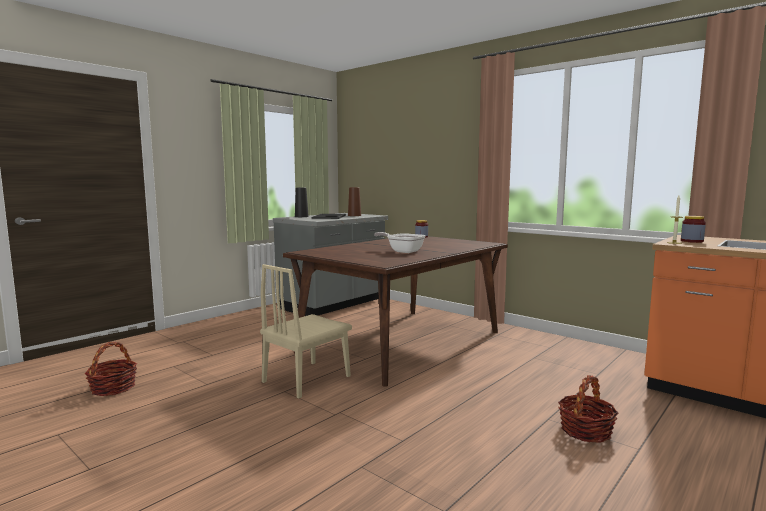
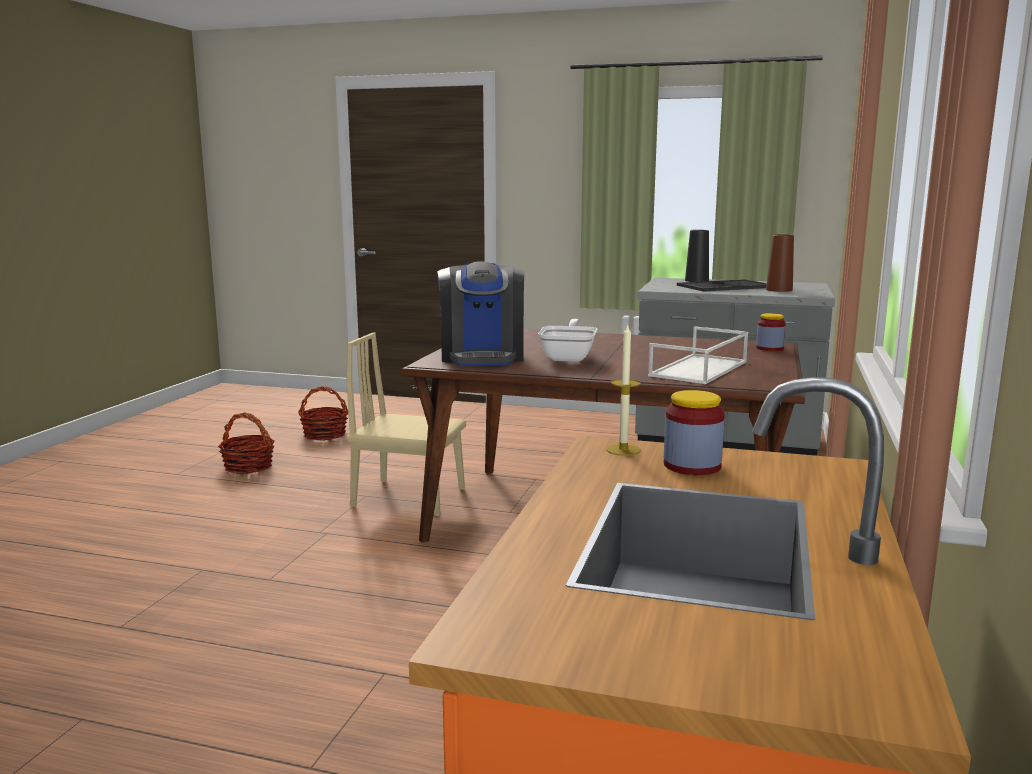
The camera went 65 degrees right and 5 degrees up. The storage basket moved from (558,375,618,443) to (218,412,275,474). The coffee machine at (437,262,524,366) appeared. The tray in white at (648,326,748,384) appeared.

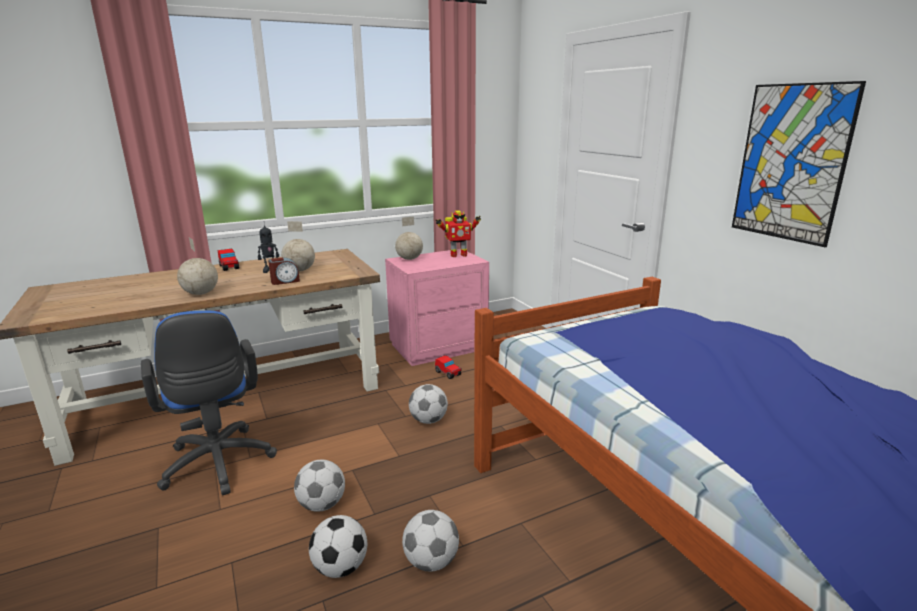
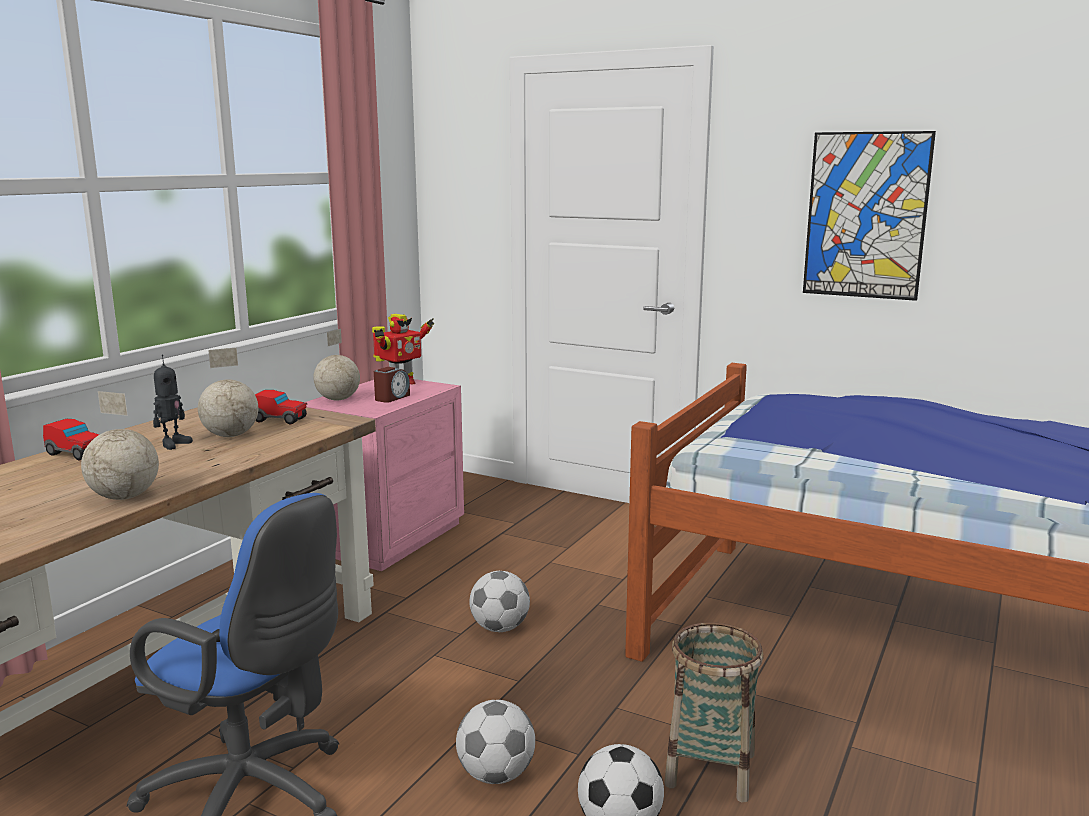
The camera went 35 degrees left and 5 degrees down. The miniature car moved from (435,355,462,379) to (255,390,307,425). The table clock moved from (268,258,300,285) to (374,367,410,403). The ball for football at (402,510,459,572) was replaced by the storage basket at (665,622,763,803).

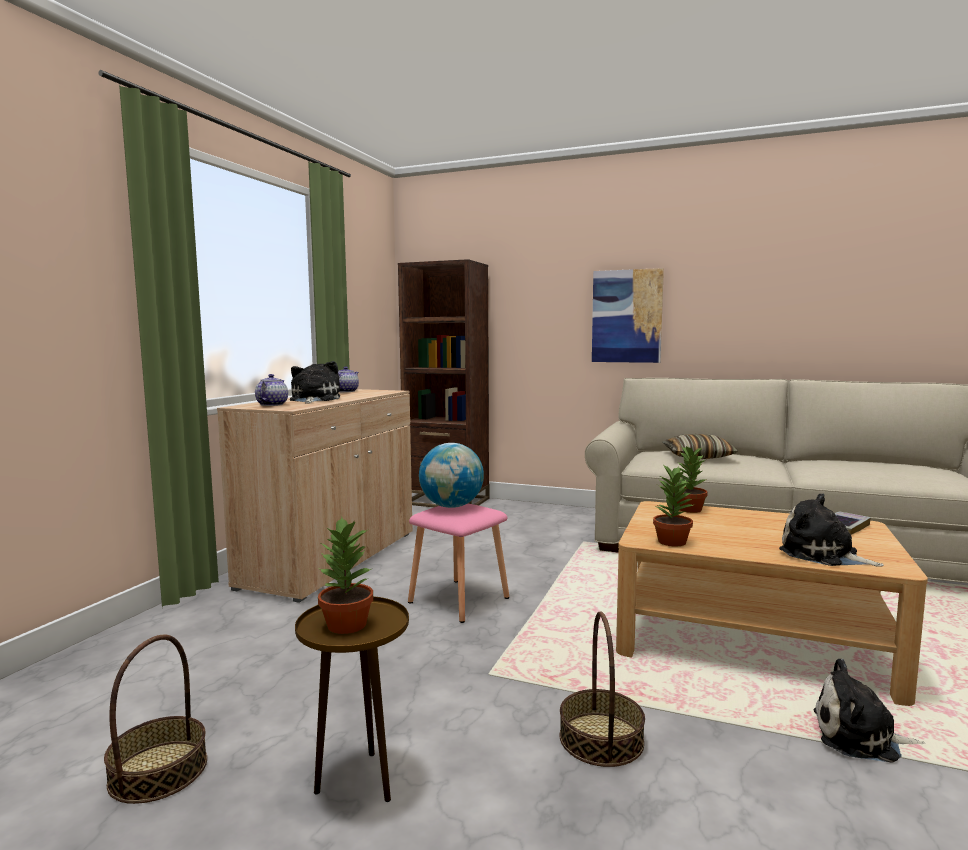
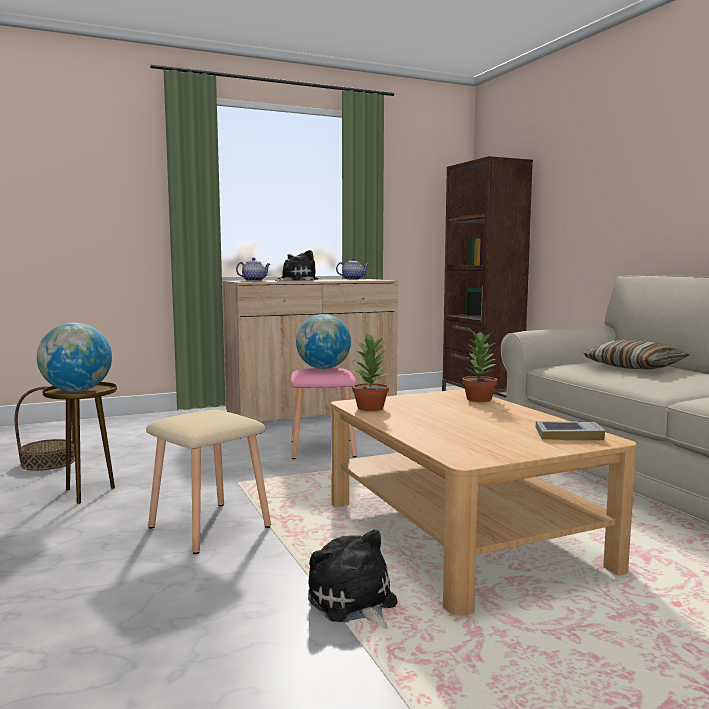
The camera went 45 degrees right and 0 degrees up. The plant in a pot at (318,517,373,634) was replaced by the globe at (37,323,112,392). The storage basket at (560,611,645,767) was replaced by the stool seat in sand-coloured at (146,410,271,554). The picture at (592,268,664,363) disappeared. The soft toy at (779,494,884,567) disappeared.

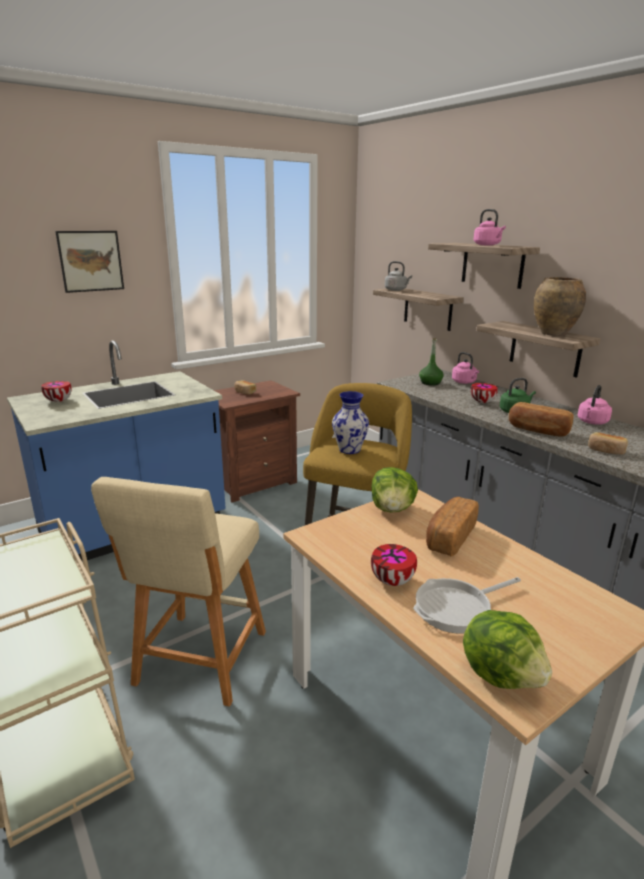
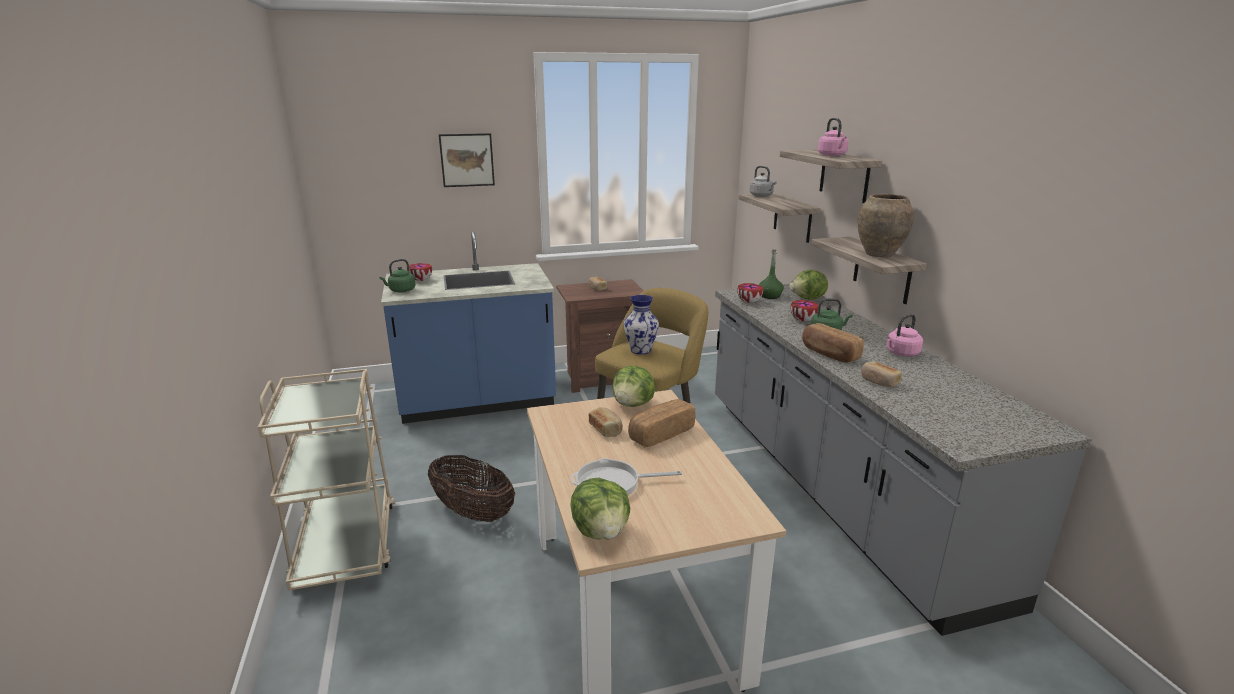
The camera went 20 degrees right and 0 degrees up. The kettle in green at (380,259,415,293) appeared. The stool seat in sand-coloured at (91,477,266,707) was replaced by the storage basket at (428,455,515,522). The bakery bread at (589,407,623,437) appeared. The deep dish moved from (371,544,417,586) to (737,283,763,303). The kettle in pink at (452,352,479,384) was replaced by the head of lettuce at (789,270,828,300).

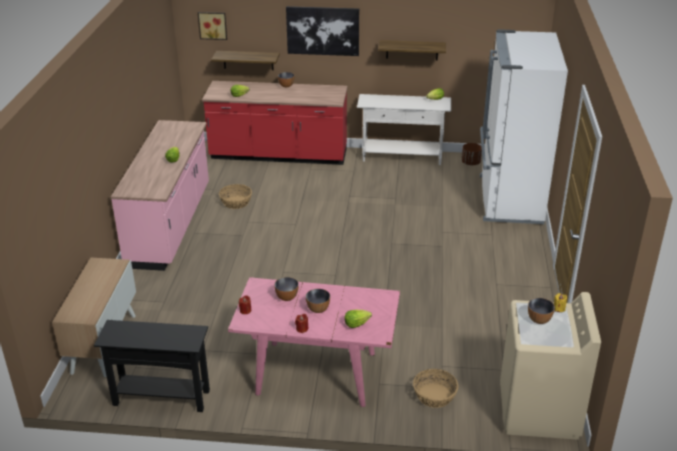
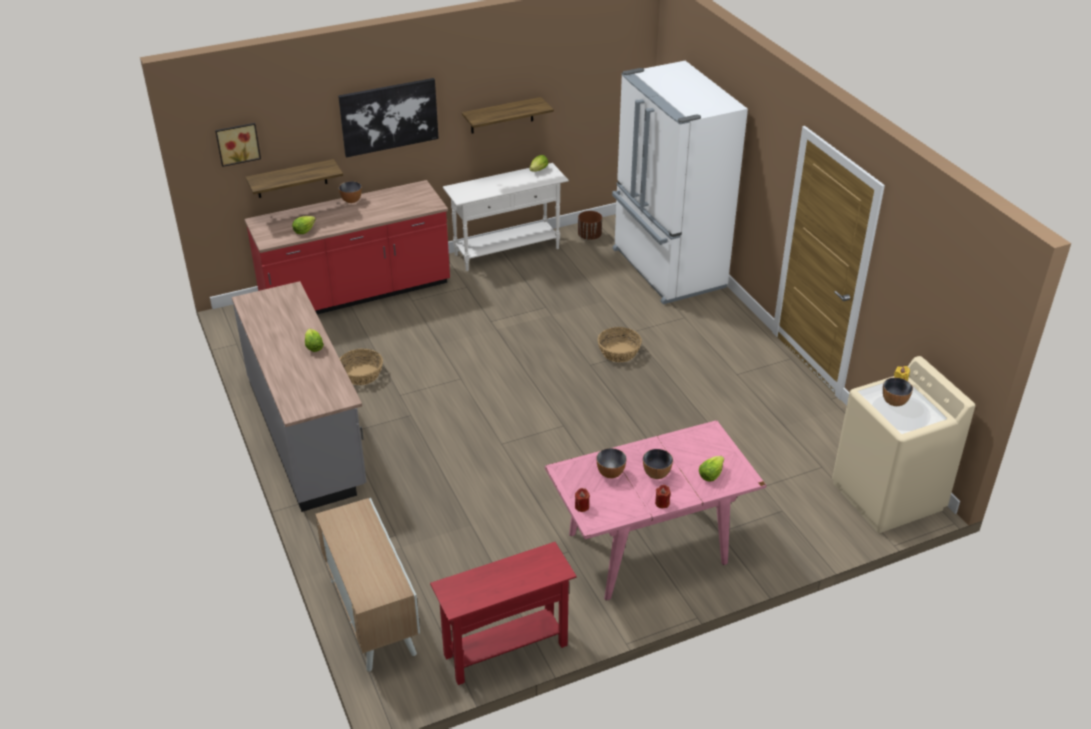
The camera went 30 degrees left and 5 degrees up. The counter in pink at (111,120,209,271) became the counter in greyish at (232,281,367,512). The console table in blackish at (94,320,210,412) became the console table in red-coloured at (430,542,577,685). The storage basket moved from (413,369,458,408) to (598,327,642,362).

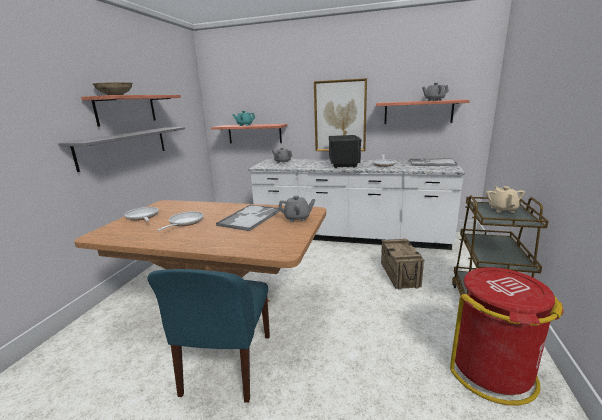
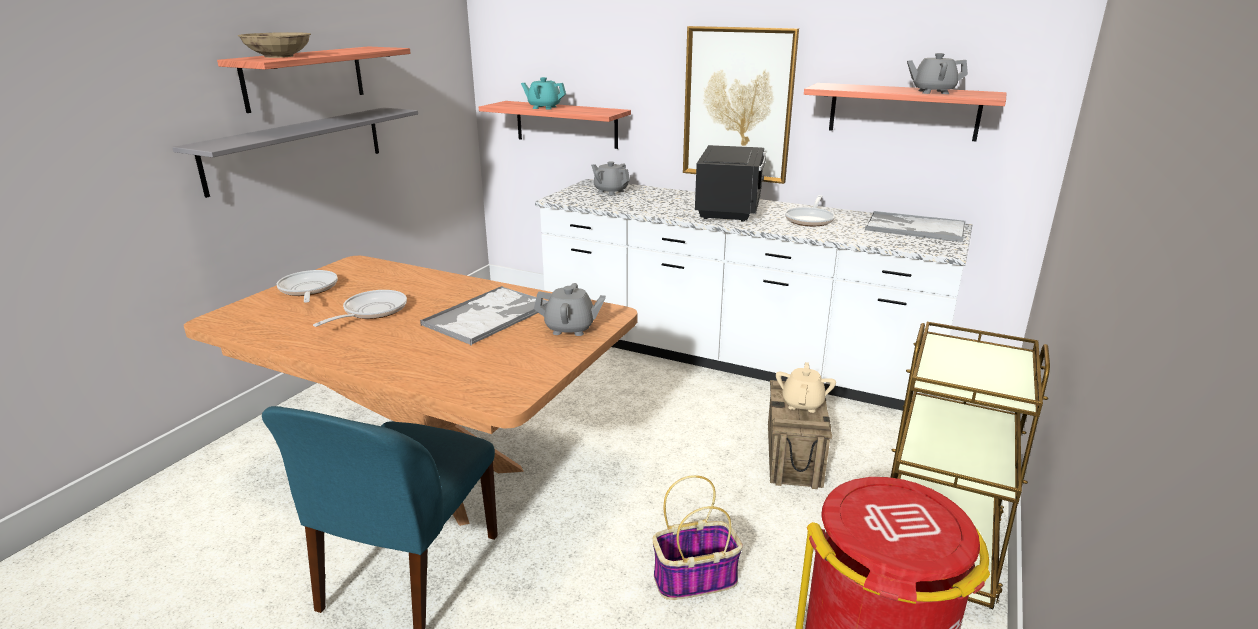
The camera went 10 degrees right and 5 degrees up. The storage basket at (652,475,743,600) appeared. The tea pot in sand-coloured moved from (486,186,525,213) to (776,362,836,413).

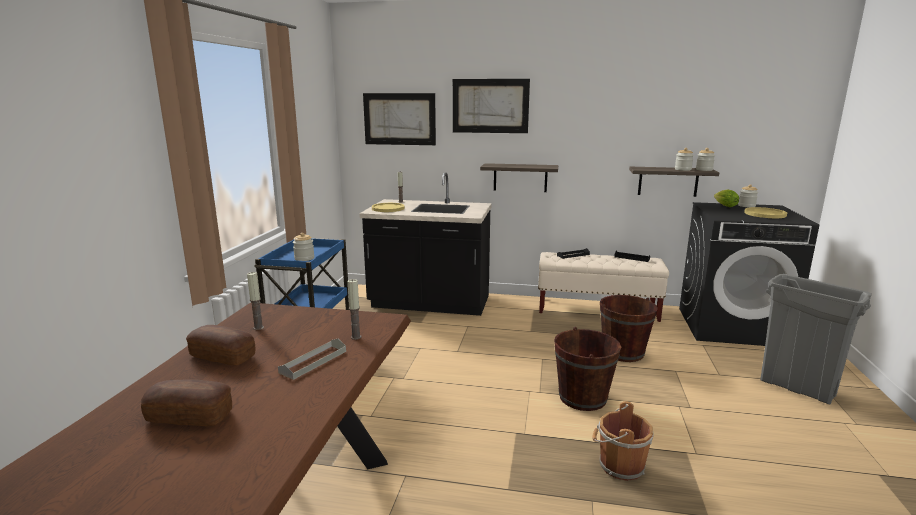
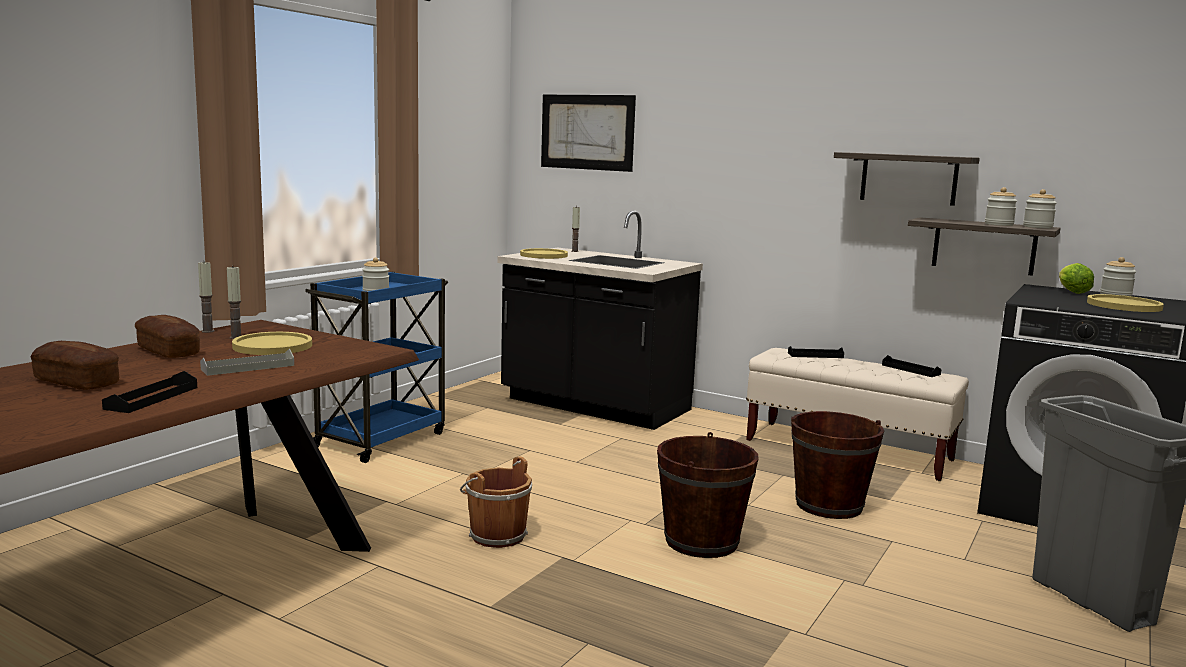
The camera went 20 degrees right and 5 degrees down. The tray in blackish at (102,371,197,413) appeared. The wax candle moved from (348,279,361,340) to (198,262,214,333). The flat dish in yellow-coloured at (232,332,312,355) appeared. The bucket in brownish moved from (592,401,654,481) to (460,456,532,548). The wall shelf moved from (480,163,558,192) to (834,152,980,206). The picture at (453,79,530,133) disappeared.

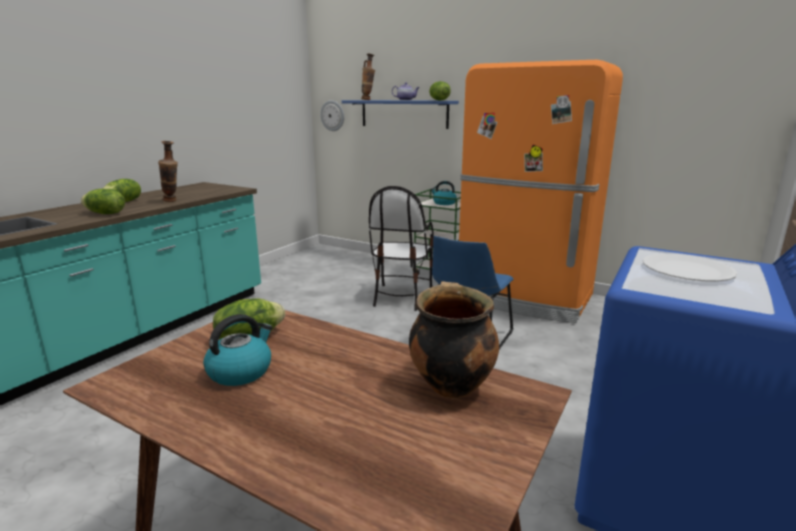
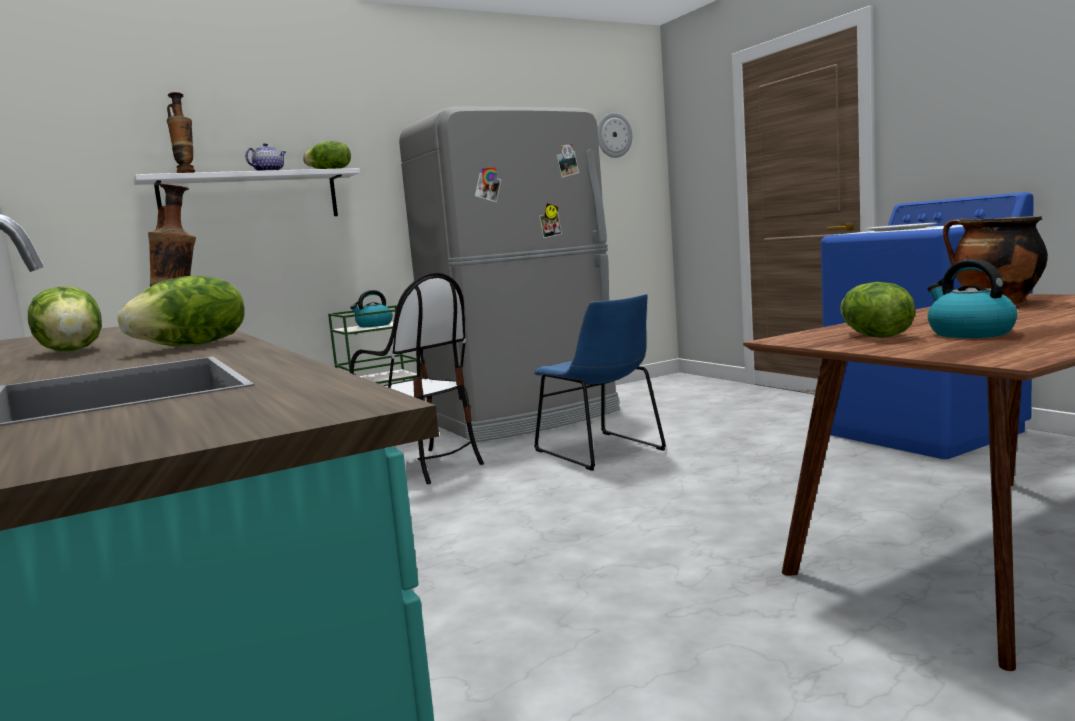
The camera went 60 degrees left and 10 degrees down. The wall shelf in blue-coloured at (342,100,459,129) became the wall shelf in white at (133,168,360,216). The refrigerator in orange-coloured at (459,60,623,323) became the refrigerator in greyish at (399,107,620,442). The hanging clock moved from (320,100,344,131) to (598,113,632,158).

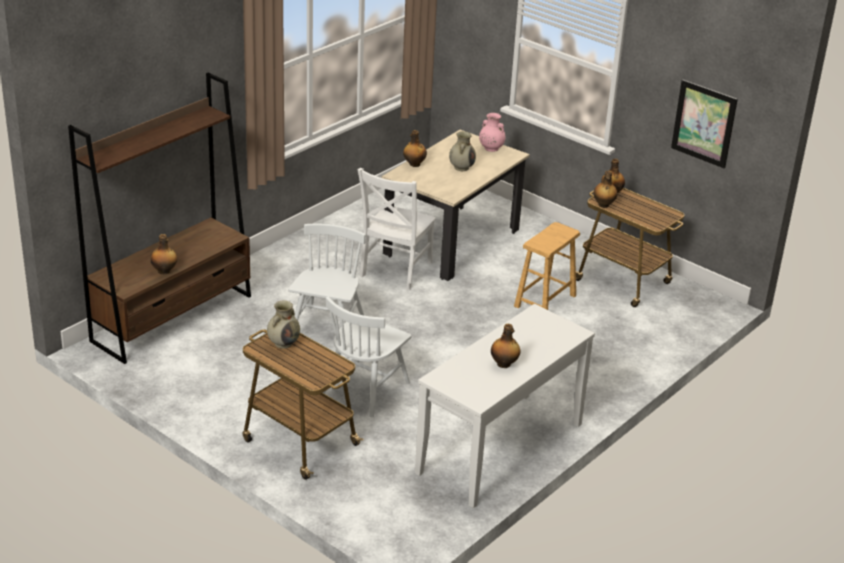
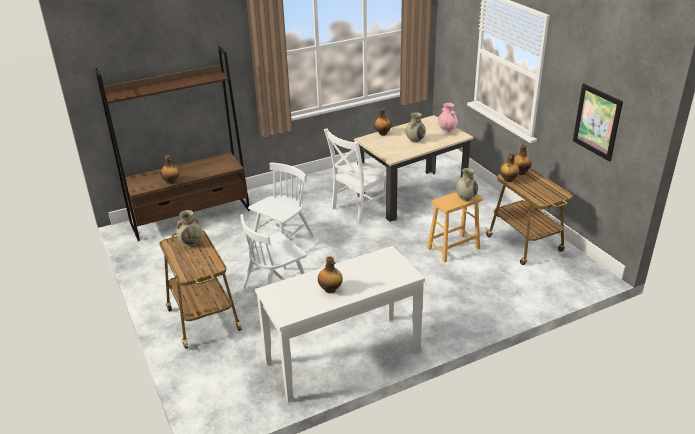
The camera went 25 degrees right and 0 degrees up. The decorative vase in sand-coloured at (456,168,478,201) appeared.

